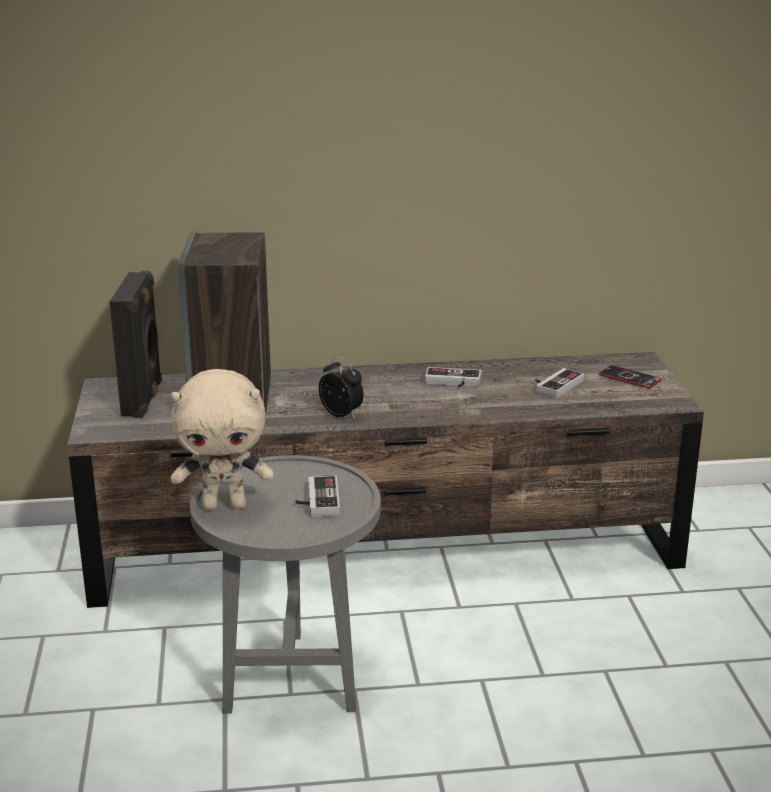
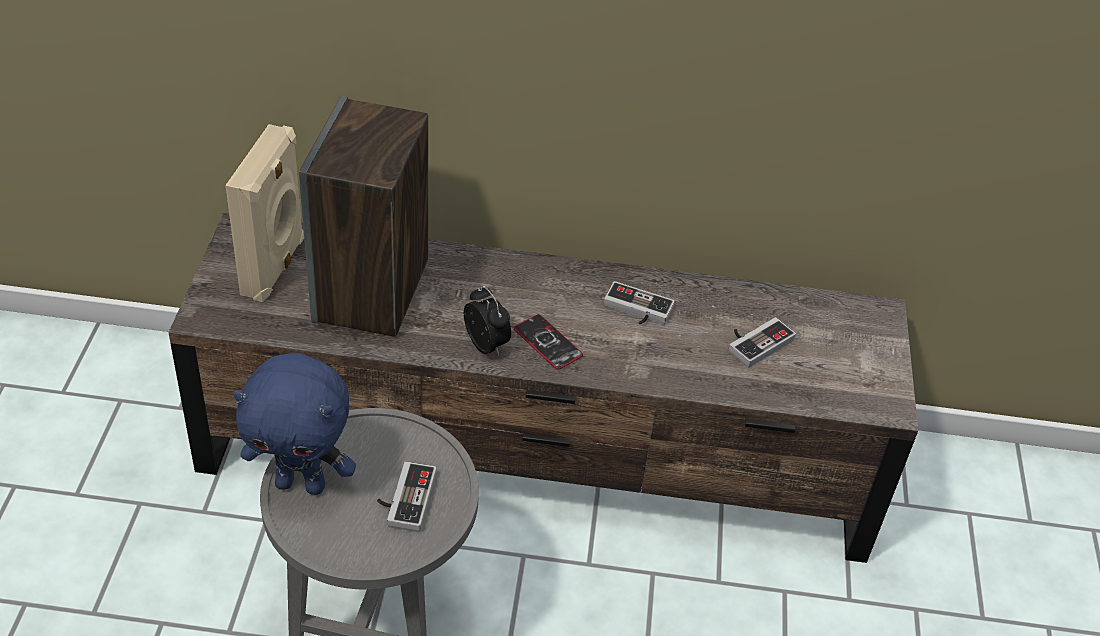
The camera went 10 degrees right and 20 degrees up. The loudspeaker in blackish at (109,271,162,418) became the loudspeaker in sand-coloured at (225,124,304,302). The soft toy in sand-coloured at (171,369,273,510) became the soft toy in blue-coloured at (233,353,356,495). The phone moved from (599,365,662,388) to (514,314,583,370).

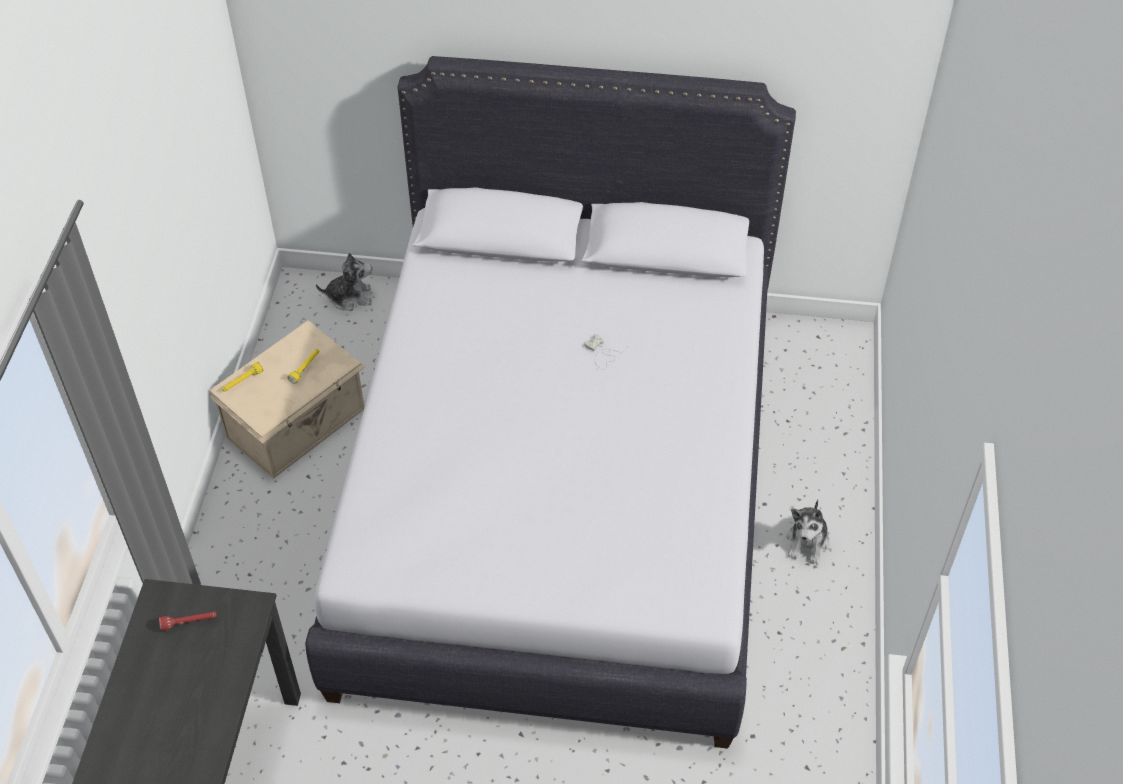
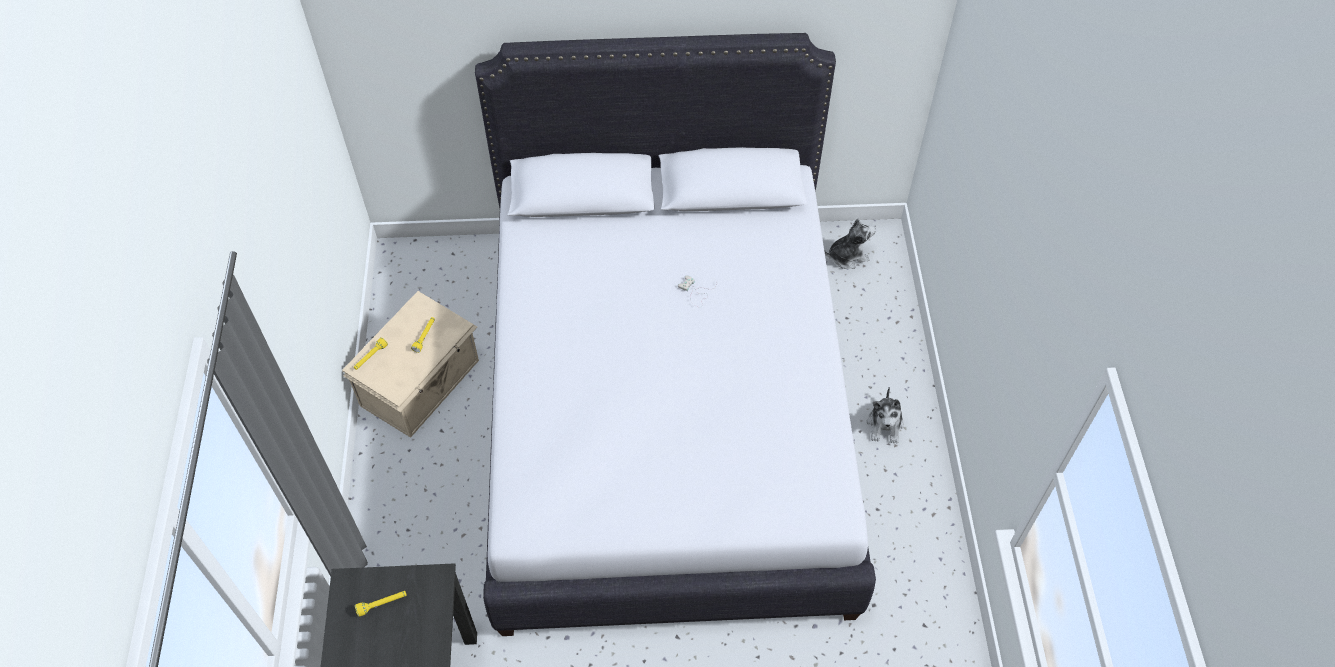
The camera went 10 degrees left and 5 degrees up. The hand torch in red-coloured at (159,612,217,631) became the hand torch in yellow-coloured at (355,591,406,617). The soft toy moved from (316,253,372,311) to (824,219,876,269).

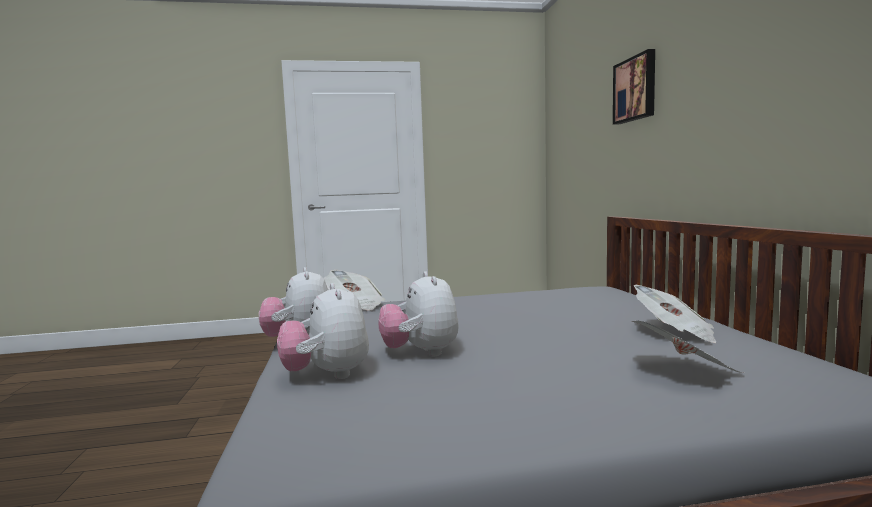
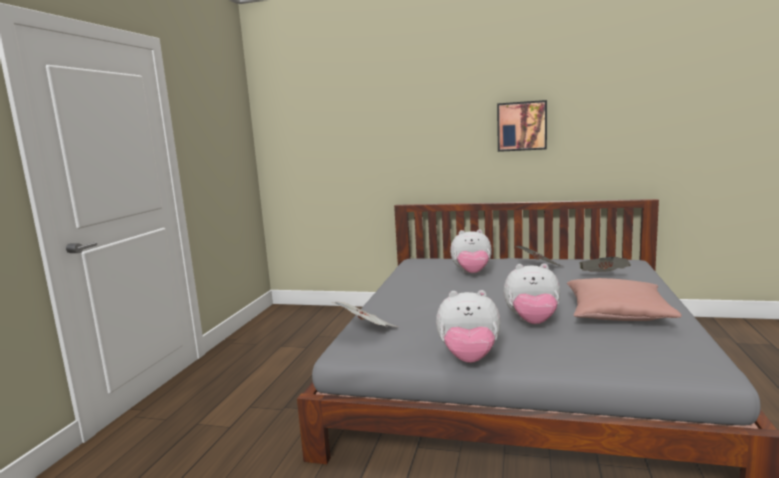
The camera went 65 degrees left and 5 degrees up. The soft toy moved from (277,283,369,379) to (450,229,492,273). The picture moved from (613,49,655,125) to (497,100,547,152). The pillow in pink at (567,278,682,321) appeared.

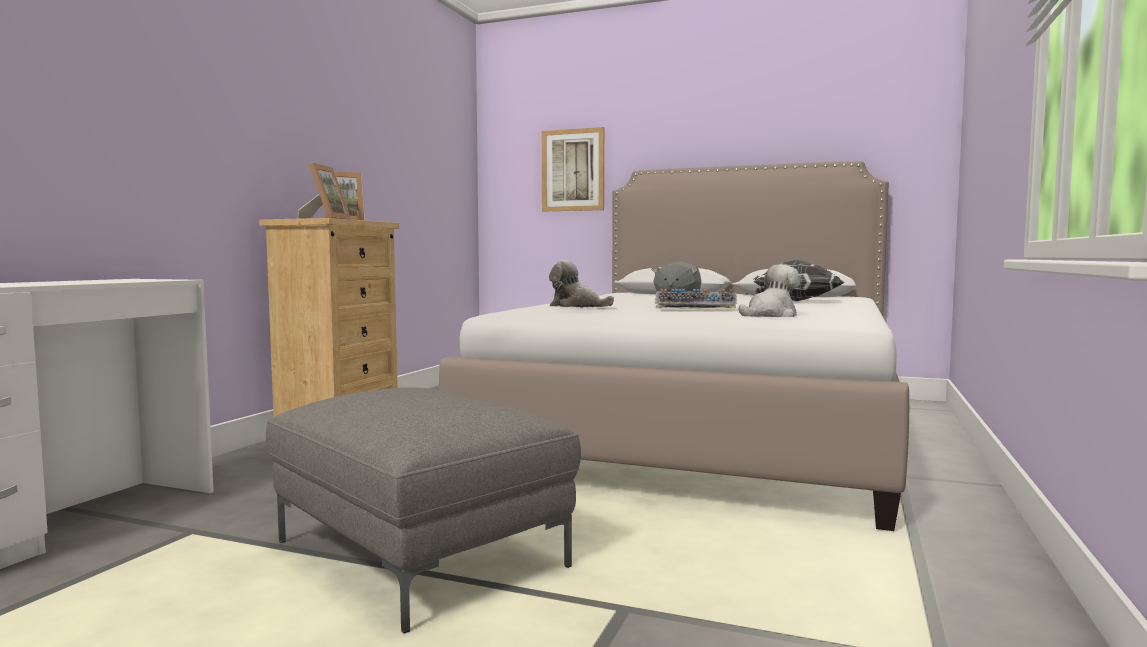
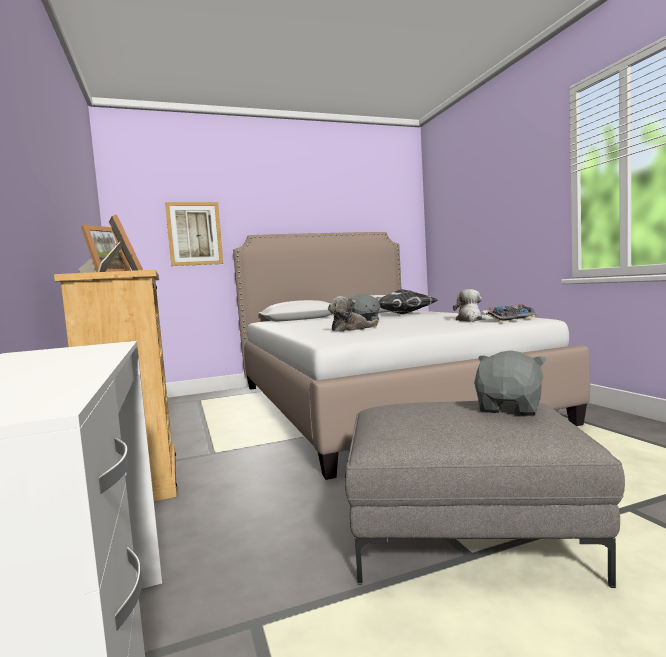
The camera went 40 degrees left and 0 degrees up. The soft toy in greyish at (474,350,547,416) appeared. The computer keyboard moved from (655,289,737,309) to (482,304,537,322).

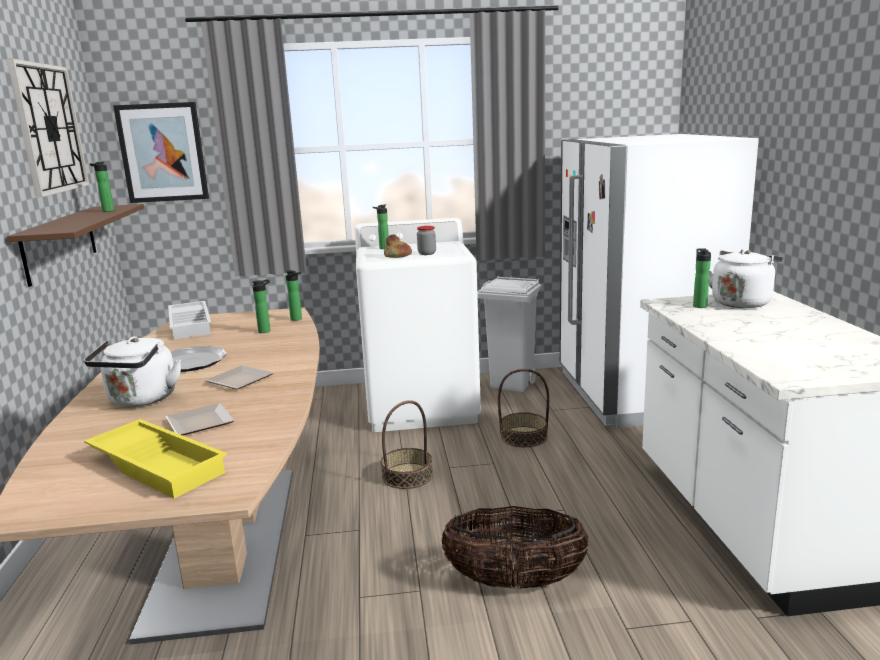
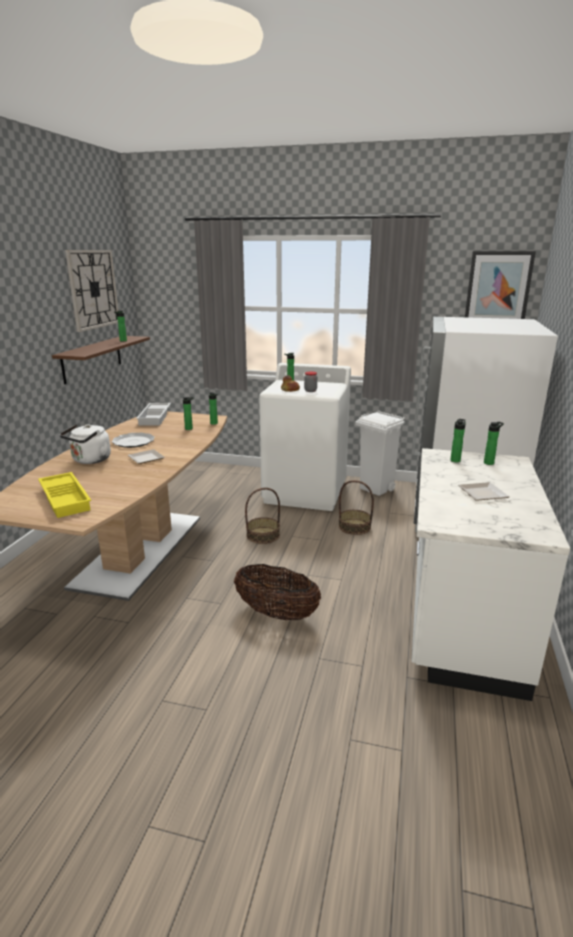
The camera went 20 degrees right and 5 degrees up. The flat dish moved from (166,403,235,435) to (458,482,509,501). The picture moved from (113,102,209,203) to (465,251,536,319). The kettle in white at (709,249,783,308) was replaced by the drink bottle at (484,422,504,465).

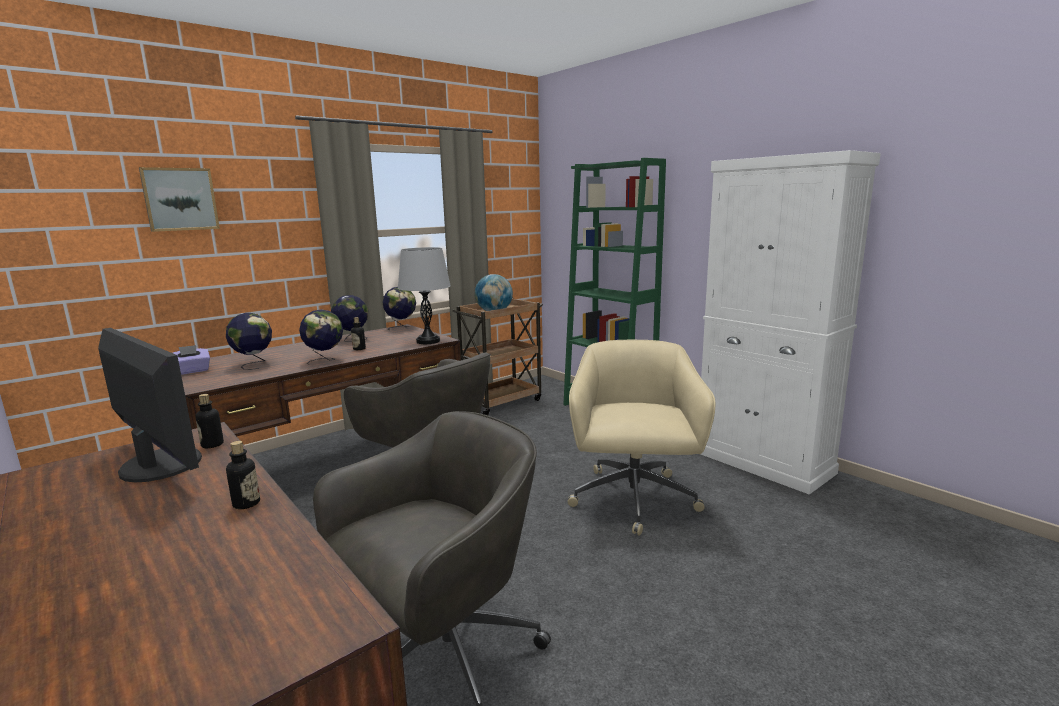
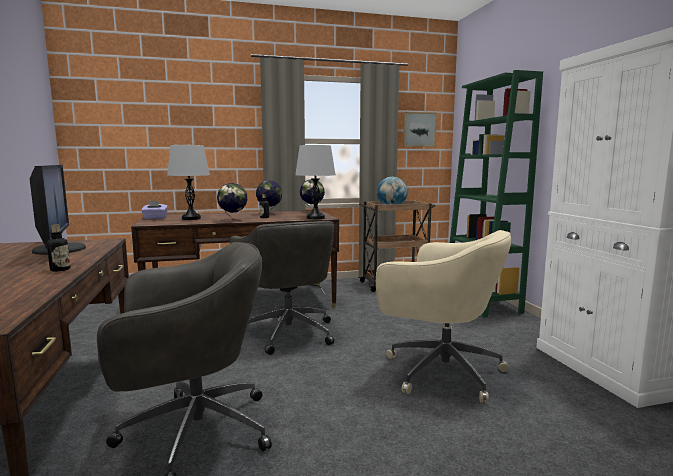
The camera went 25 degrees right and 5 degrees down. The globe at (226,313,272,370) was replaced by the tabletop lamp in greyish at (167,145,210,220). The office chair in sand-coloured at (568,340,715,536) turned 90 degrees clockwise. The picture moved from (139,167,220,232) to (403,112,437,147). The drink bottle at (195,394,224,448) disappeared.

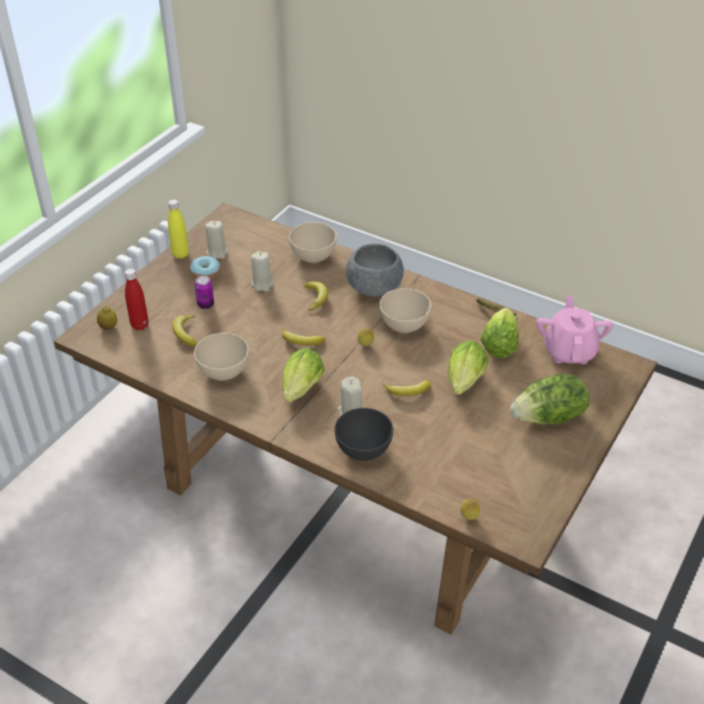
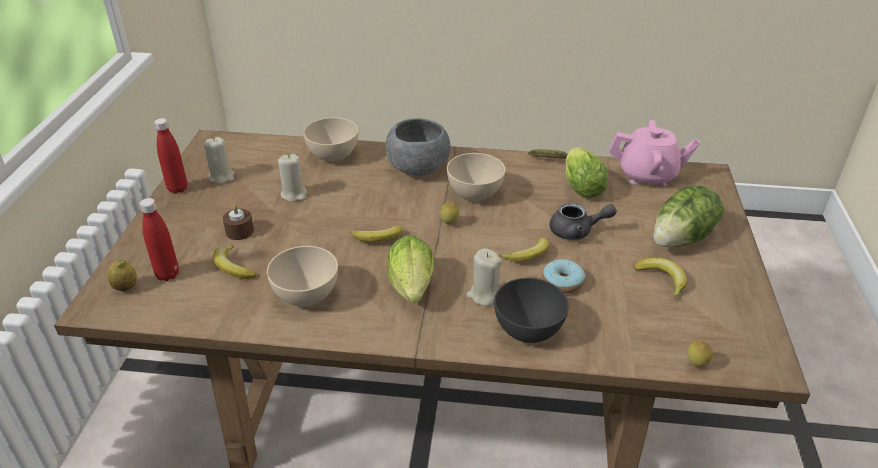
The camera went 25 degrees left and 5 degrees down. The drink bottle in yellow-coloured at (168,199,189,259) became the drink bottle in red-coloured at (154,118,187,193). The metal can at (195,276,214,309) was replaced by the wax candle in brownish at (223,204,254,240). The donut moved from (190,256,221,279) to (542,259,585,294). The head of lettuce at (448,340,488,395) was replaced by the tea pot in greyish at (550,202,617,240). The tea pot in pink at (536,296,613,364) turned 120 degrees clockwise. The banana moved from (304,281,328,311) to (634,258,687,299).

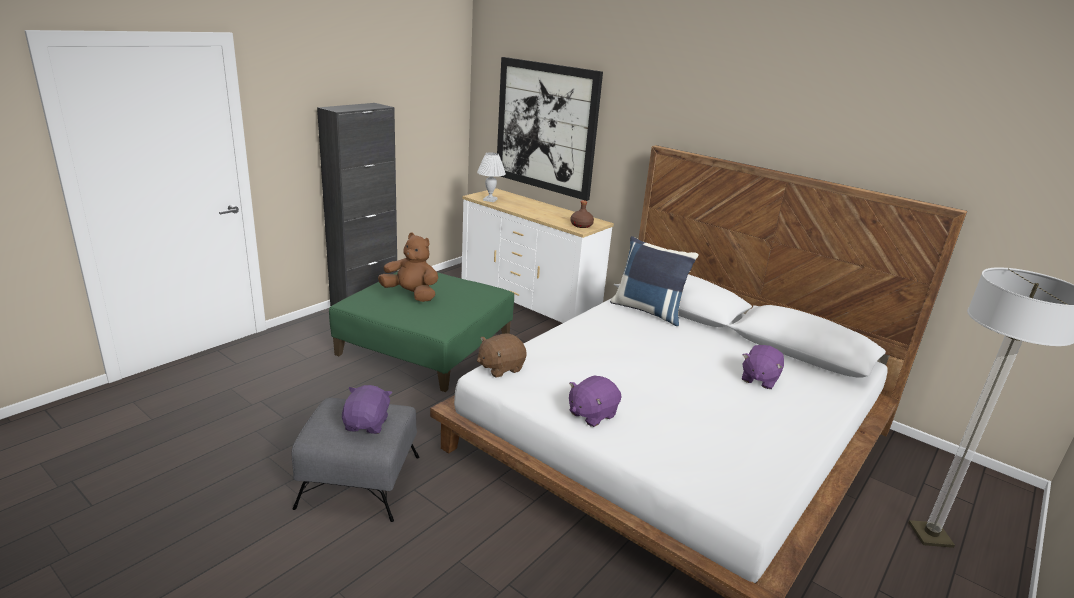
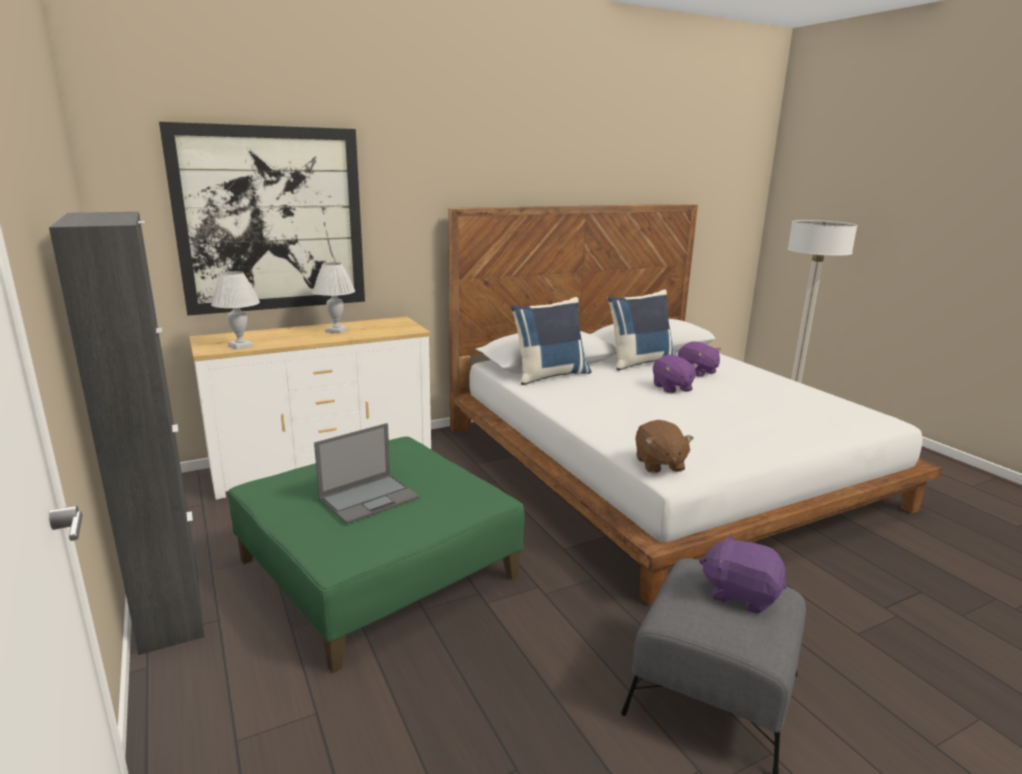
The camera went 65 degrees left and 5 degrees down. The tabletop lamp in white at (313,262,355,334) appeared. The soft toy in brownish at (378,233,438,302) was replaced by the portable computer at (314,423,420,524). The pillow in blue-coloured at (607,290,677,371) appeared. The soft toy in purple-coloured moved from (569,375,621,427) to (653,354,699,393). The drink bottle in brownish at (570,200,594,228) disappeared.

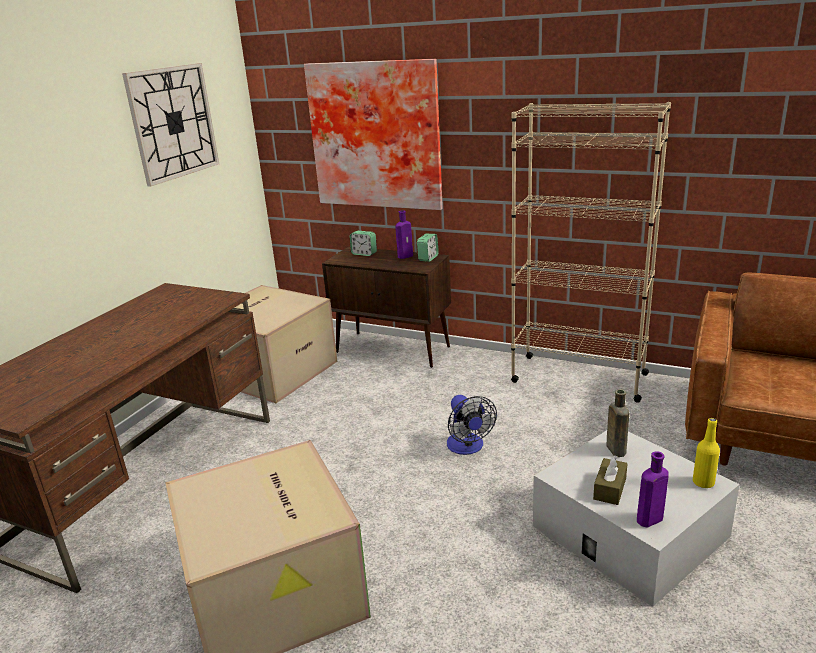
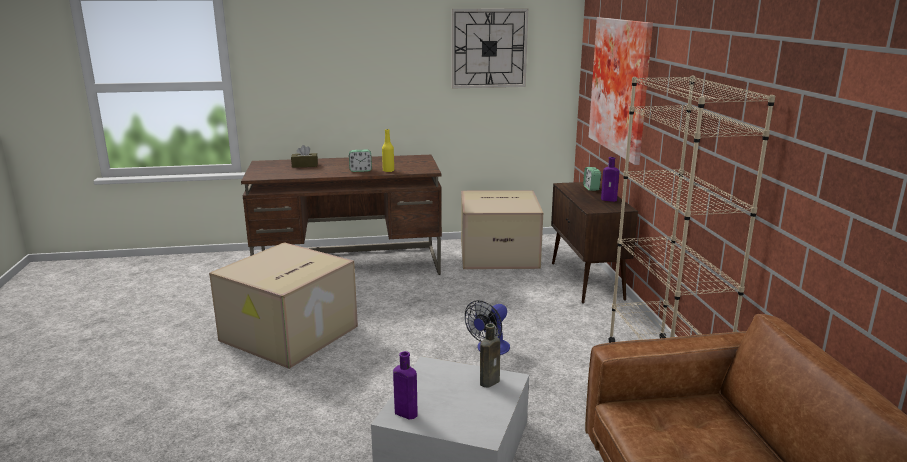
The camera went 55 degrees right and 5 degrees down. The tissue holder in brownish moved from (593,455,628,505) to (291,145,318,168). The table clock moved from (417,234,439,262) to (349,150,372,172). The drink bottle in yellow-coloured moved from (693,418,720,488) to (382,129,394,172).

